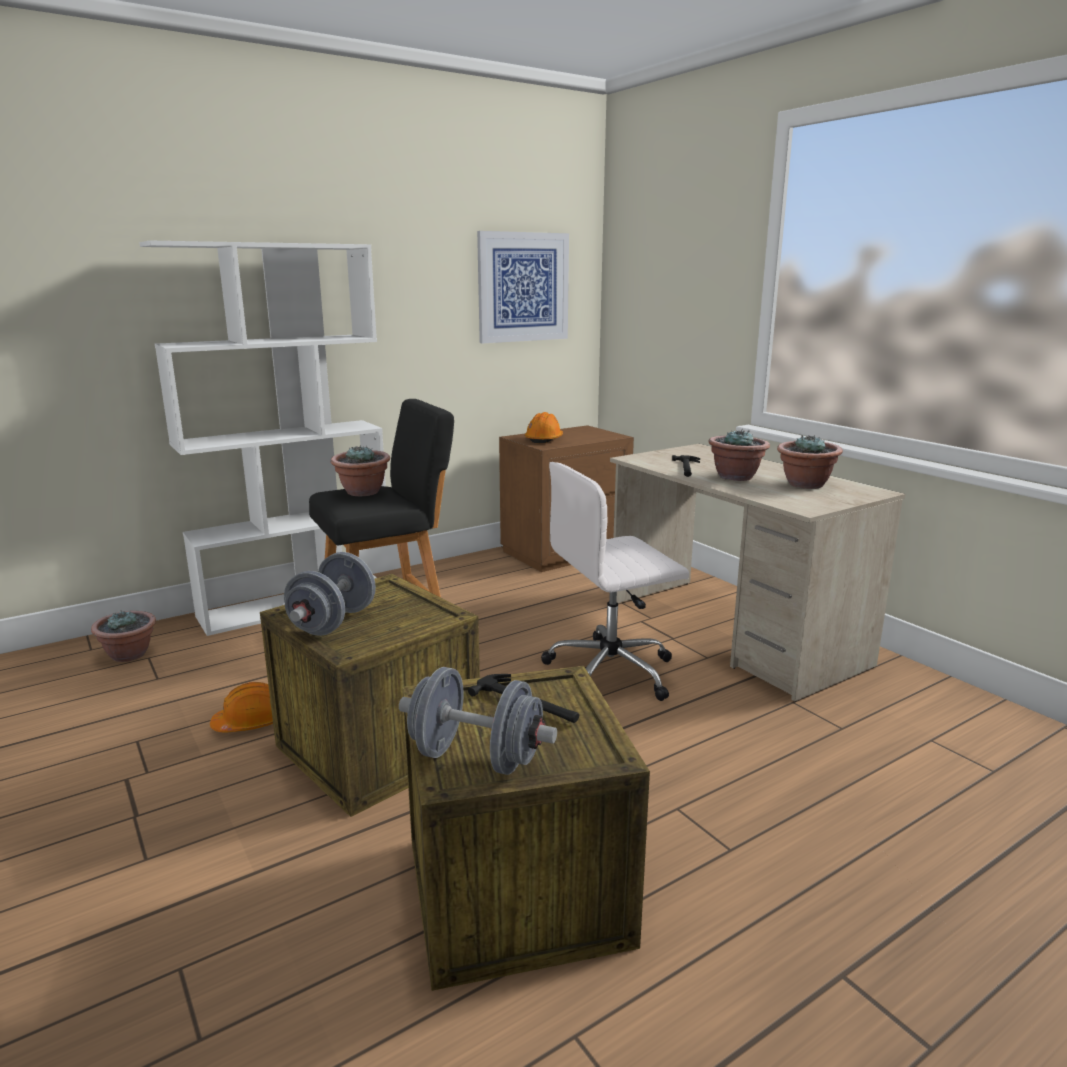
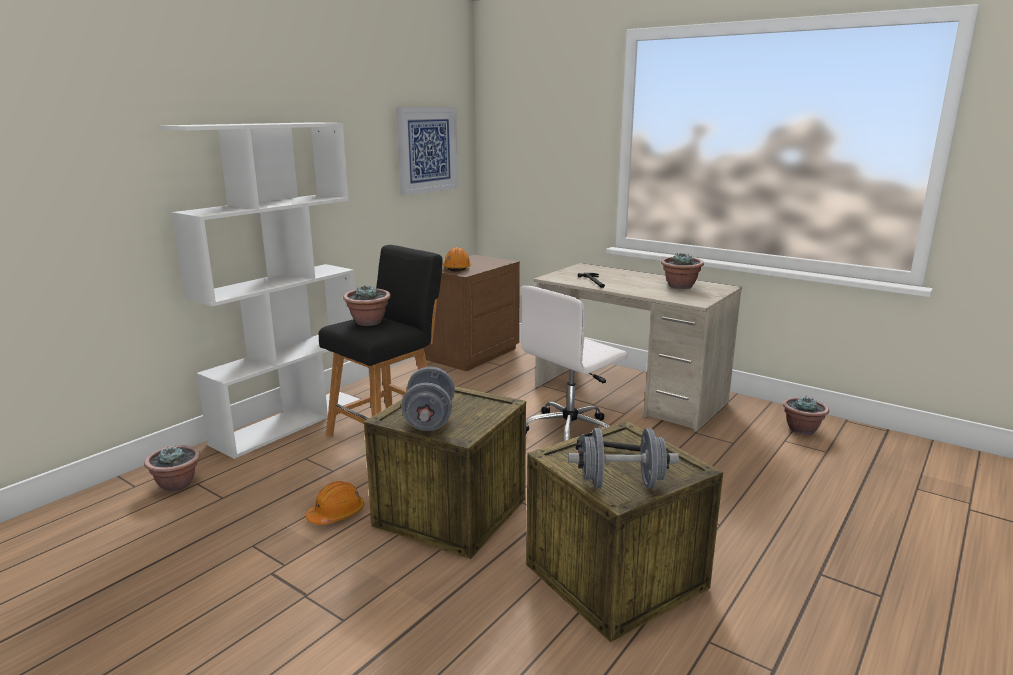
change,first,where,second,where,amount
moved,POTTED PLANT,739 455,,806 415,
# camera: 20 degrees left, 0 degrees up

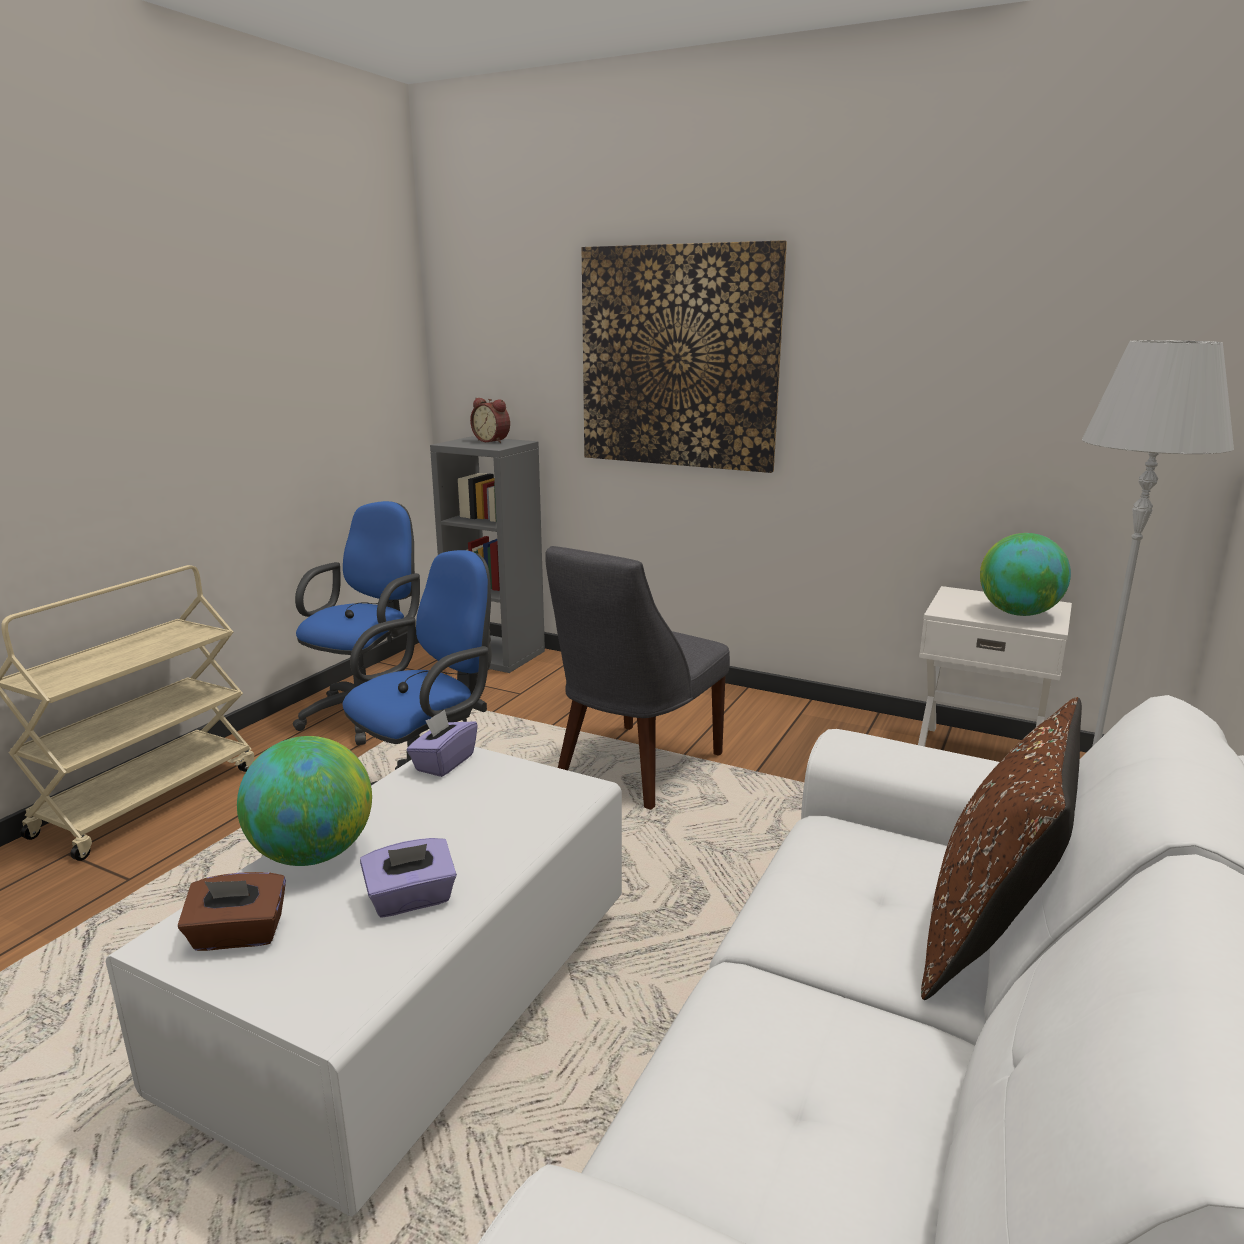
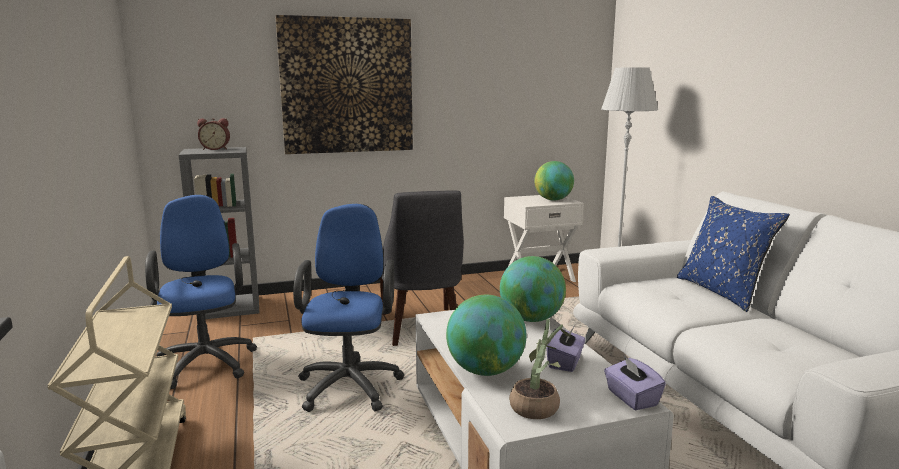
change,first,where,second,where,amount
recoloured,BROWN PILLOW,1001 848,BLUE PILLOW,733 254,
moved,PURPLE TISSUE BOX,442 743,,635 383,
replaced,BROWN TISSUE BOX,232 911,POTTED PLANT,540 369,
added,,,GLOBE,533 289,
# camera: 45 degrees left, 5 degrees down

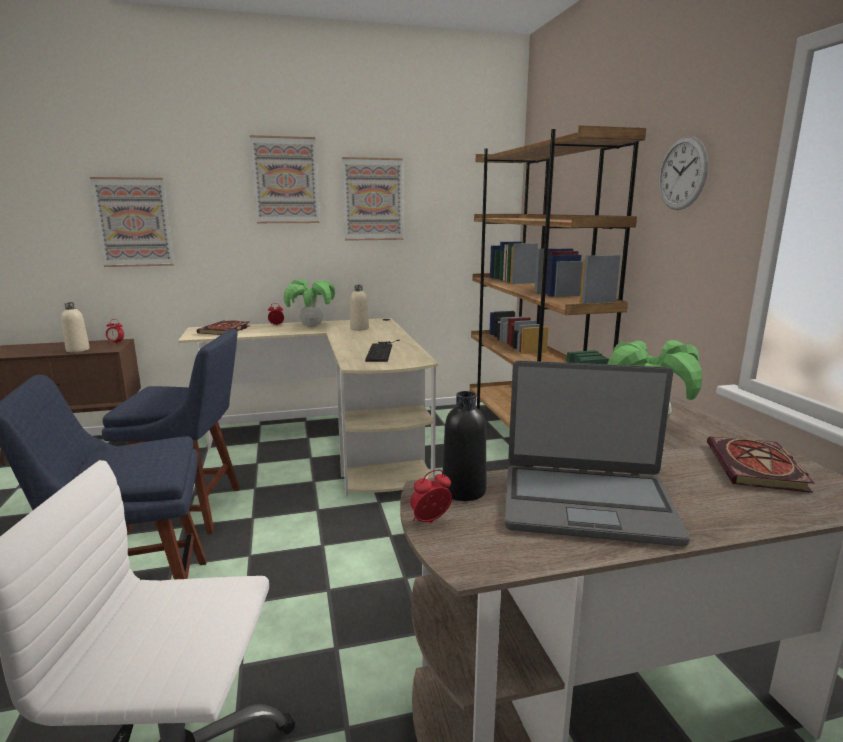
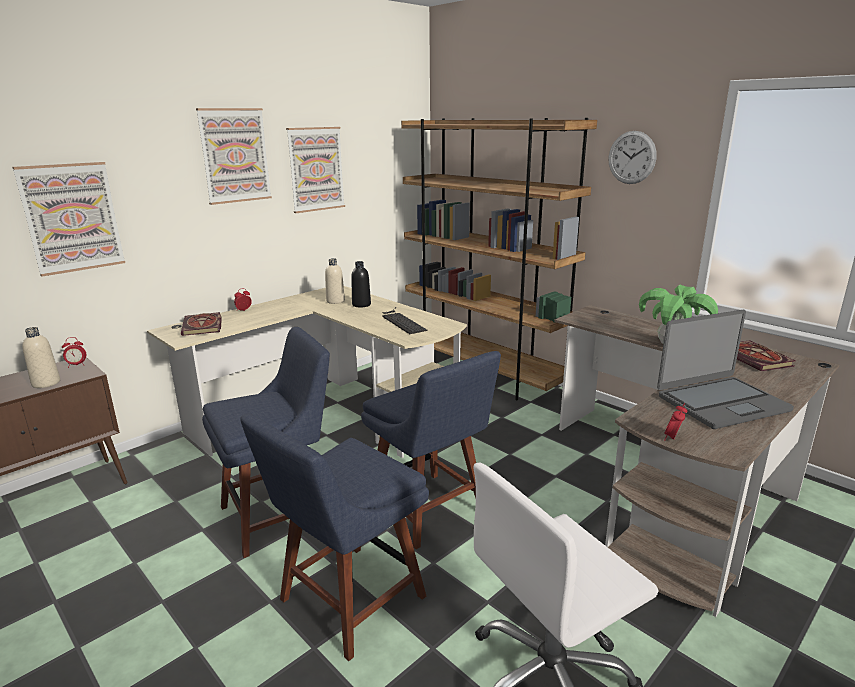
change,first,where,second,where,amount
removed,POTTED PLANT,309 303,,,
moved,BLACK BOTTLE,464 446,,361 284,
added,,,BLUE CHAIR,431 450,
# camera: 30 degrees left, 5 degrees up

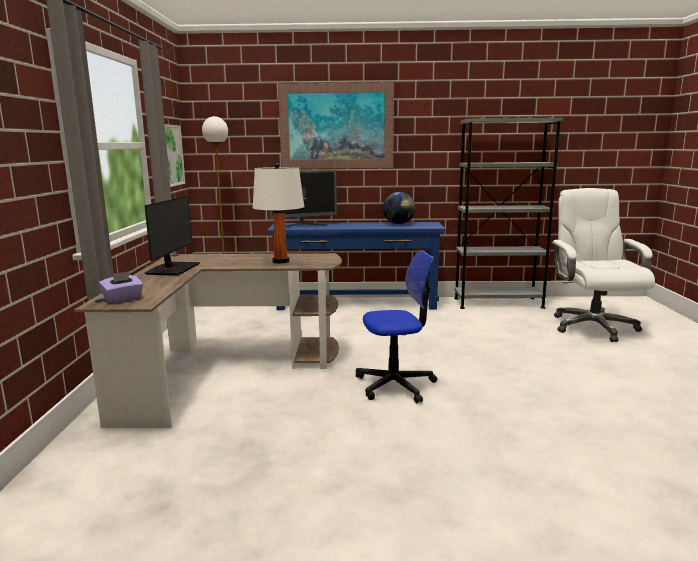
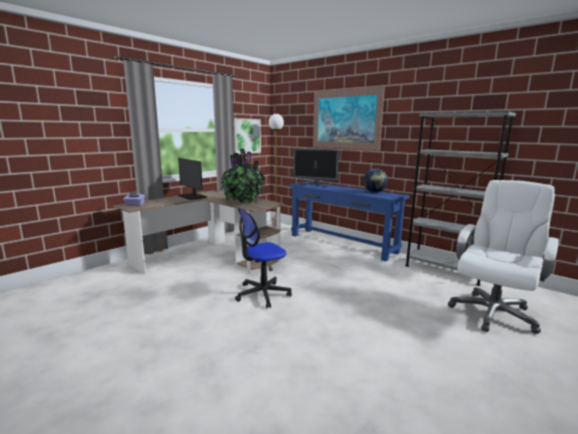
change,first,where,second,where,amount
replaced,WHITE TABLE LAMP,278 213,POTTED PLANT,243 176,
turned,MONITOR,172 235,,192 179,90 degrees clockwise
turned,OFFICE CHAIR,396 326,,263 257,120 degrees clockwise
# camera: 40 degrees right, 0 degrees up

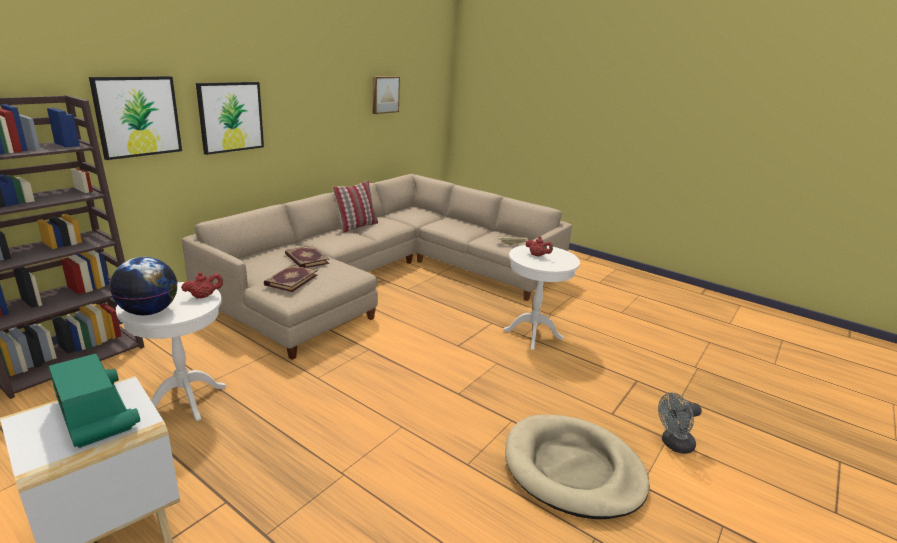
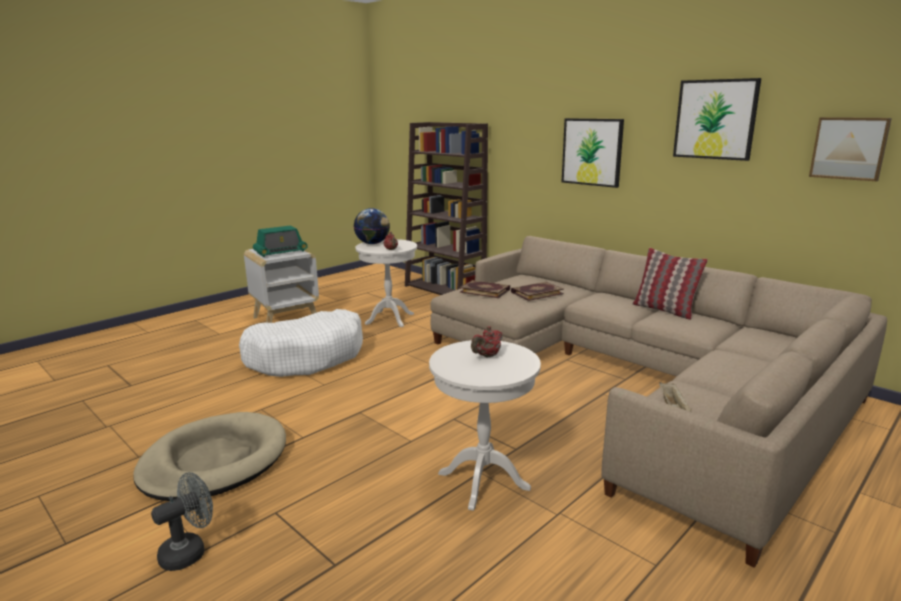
change,first,where,second,where,amount
moved,PICTURE,135 118,,717 119,
turned,GREY FAN,680 423,,182 521,60 degrees clockwise
added,,,WHITE DOG BED,301 343,
# camera: 100 degrees right, 5 degrees down

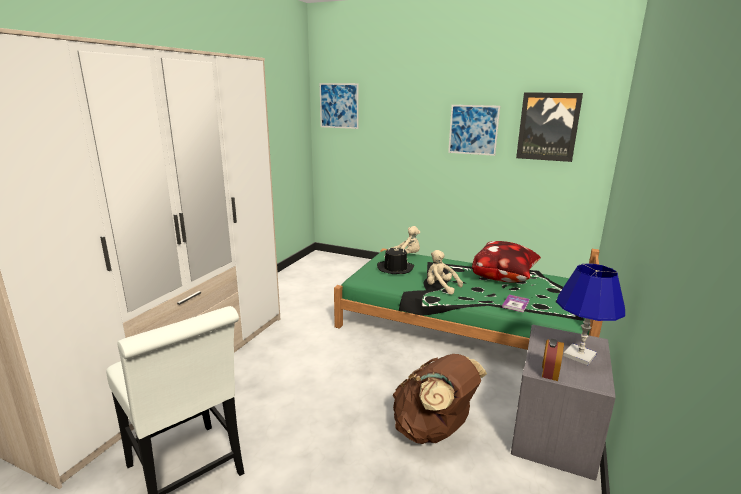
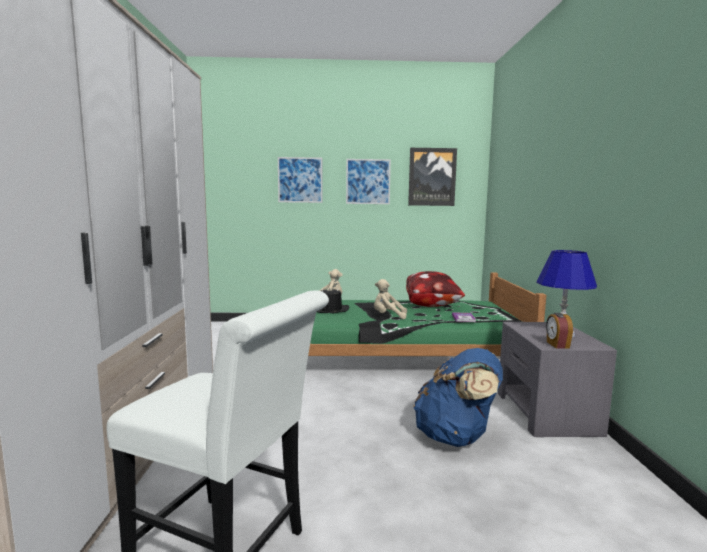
change,first,where,second,where,amount
moved,PICTURE,339 106,,300 180,
recoloured,BROWN BACKPACK,440 399,BLUE BACKPACK,458 397,
# camera: 25 degrees left, 10 degrees down

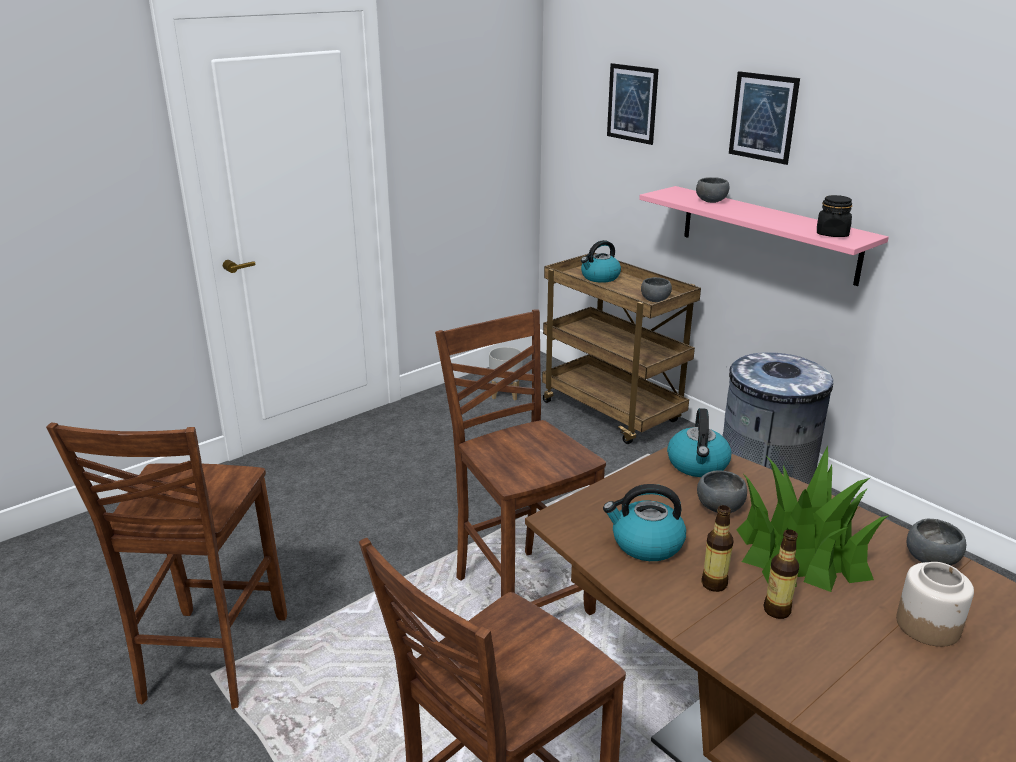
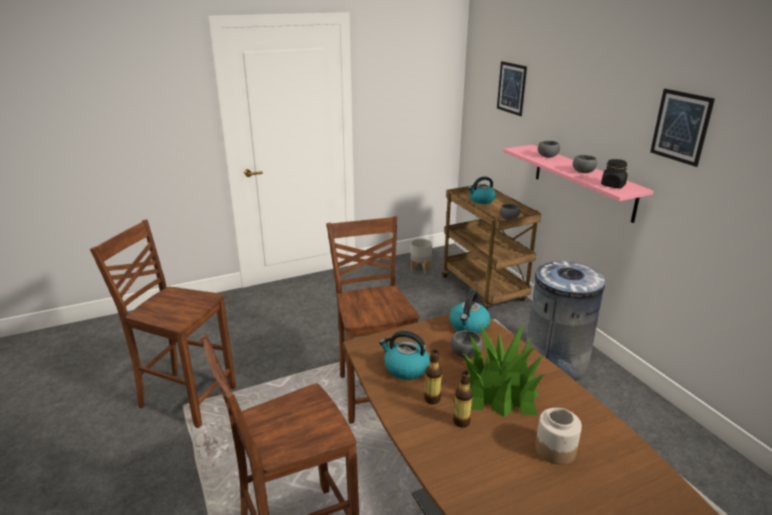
change,first,where,second,where,amount
moved,PICTURE,764 118,,682 128,
turned,BROWN CHAIR,166 566,,163 324,90 degrees clockwise
moved,GREY BOWL,936 542,,585 164,
# camera: 15 degrees right, 0 degrees up

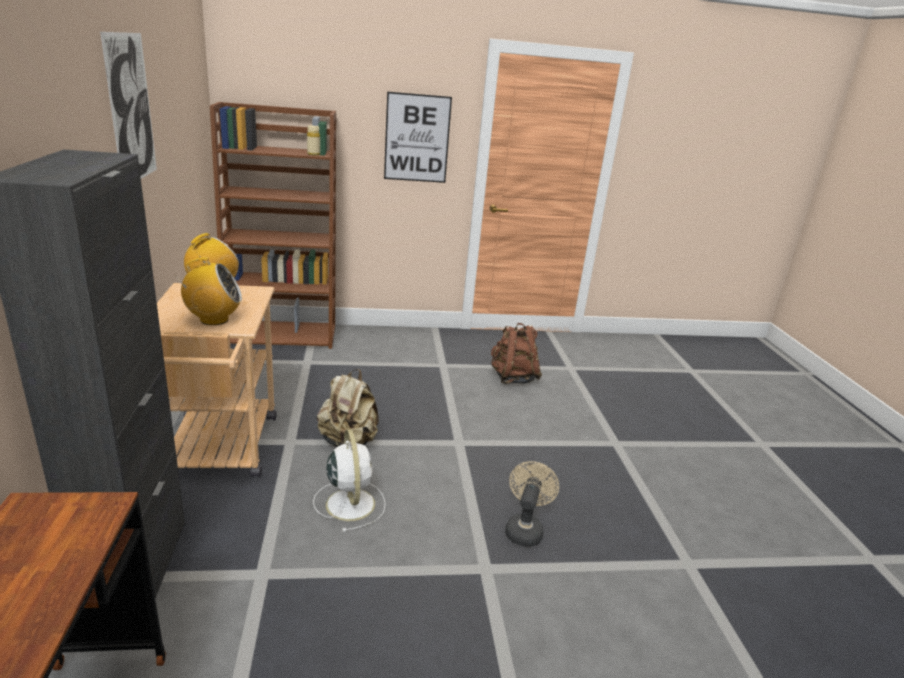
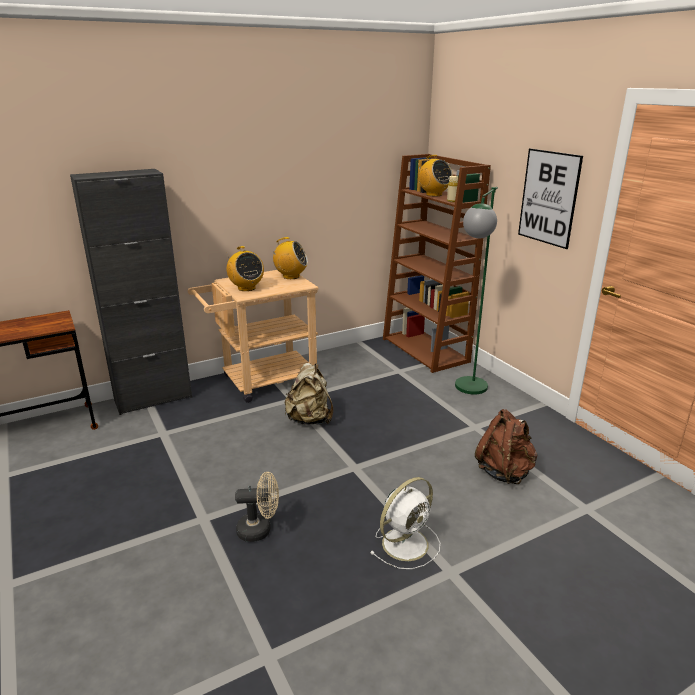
change,first,where,second,where,amount
removed,PICTURE,128 105,,,
moved,WHITE FAN,349 481,,405 523,
added,,,RADIO,435 175,
added,,,GREEN FLOOR LAMP,476 290,
# camera: 70 degrees right, 0 degrees up

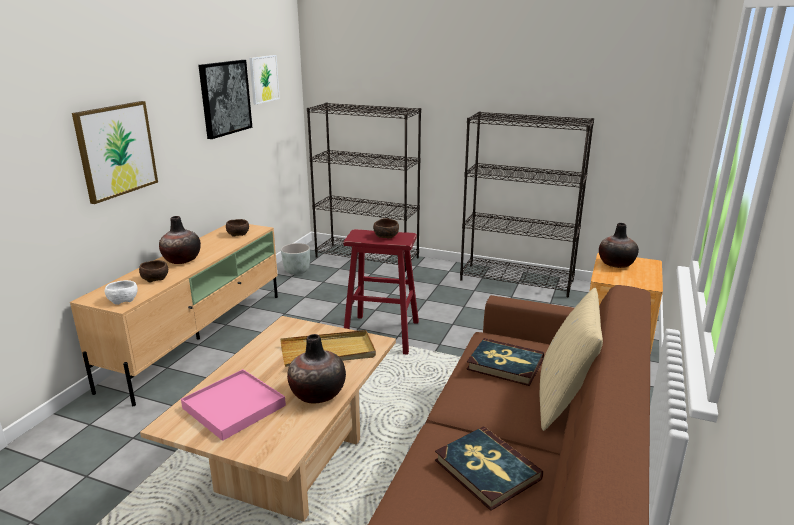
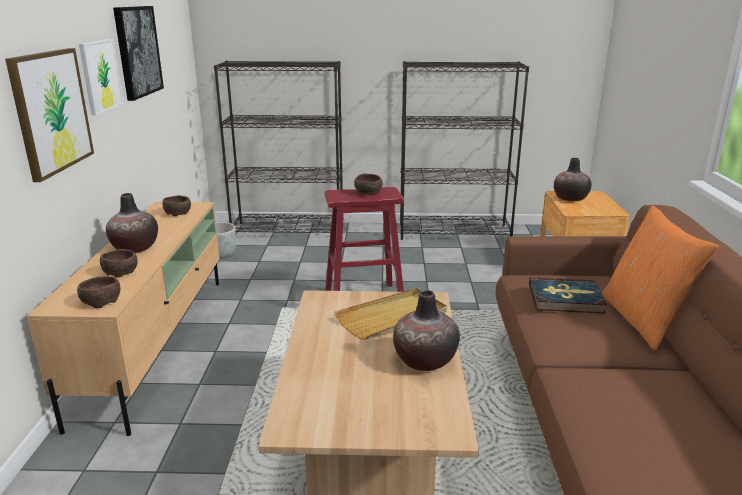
change,first,where,second,where,amount
moved,PICTURE,264 79,,101 77,
recoloured,WHITE BOWL,121 292,BROWN BOWL,98 292,
recoloured,BEIGE PILLOW,571 359,ORANGE PILLOW,660 278,
removed,PINK TRAY,233 405,,,
removed,BOOK,489 468,,,
# camera: 20 degrees left, 0 degrees up

